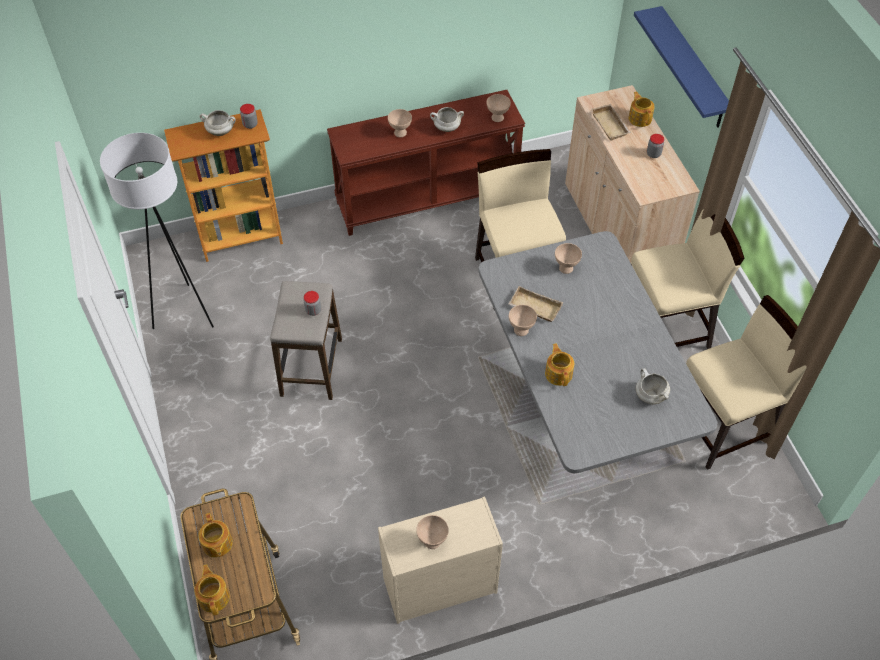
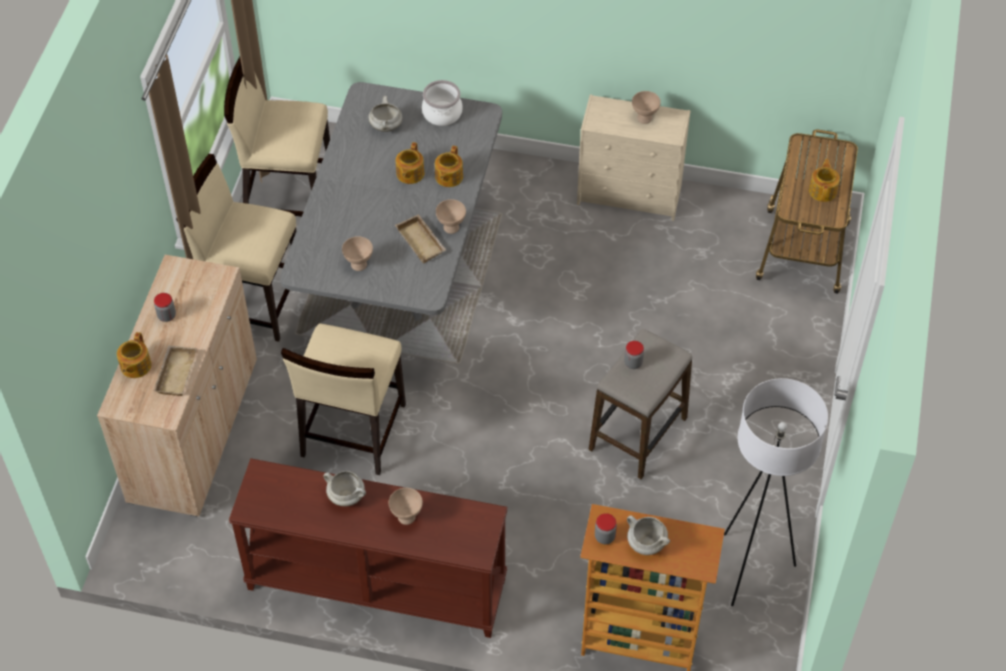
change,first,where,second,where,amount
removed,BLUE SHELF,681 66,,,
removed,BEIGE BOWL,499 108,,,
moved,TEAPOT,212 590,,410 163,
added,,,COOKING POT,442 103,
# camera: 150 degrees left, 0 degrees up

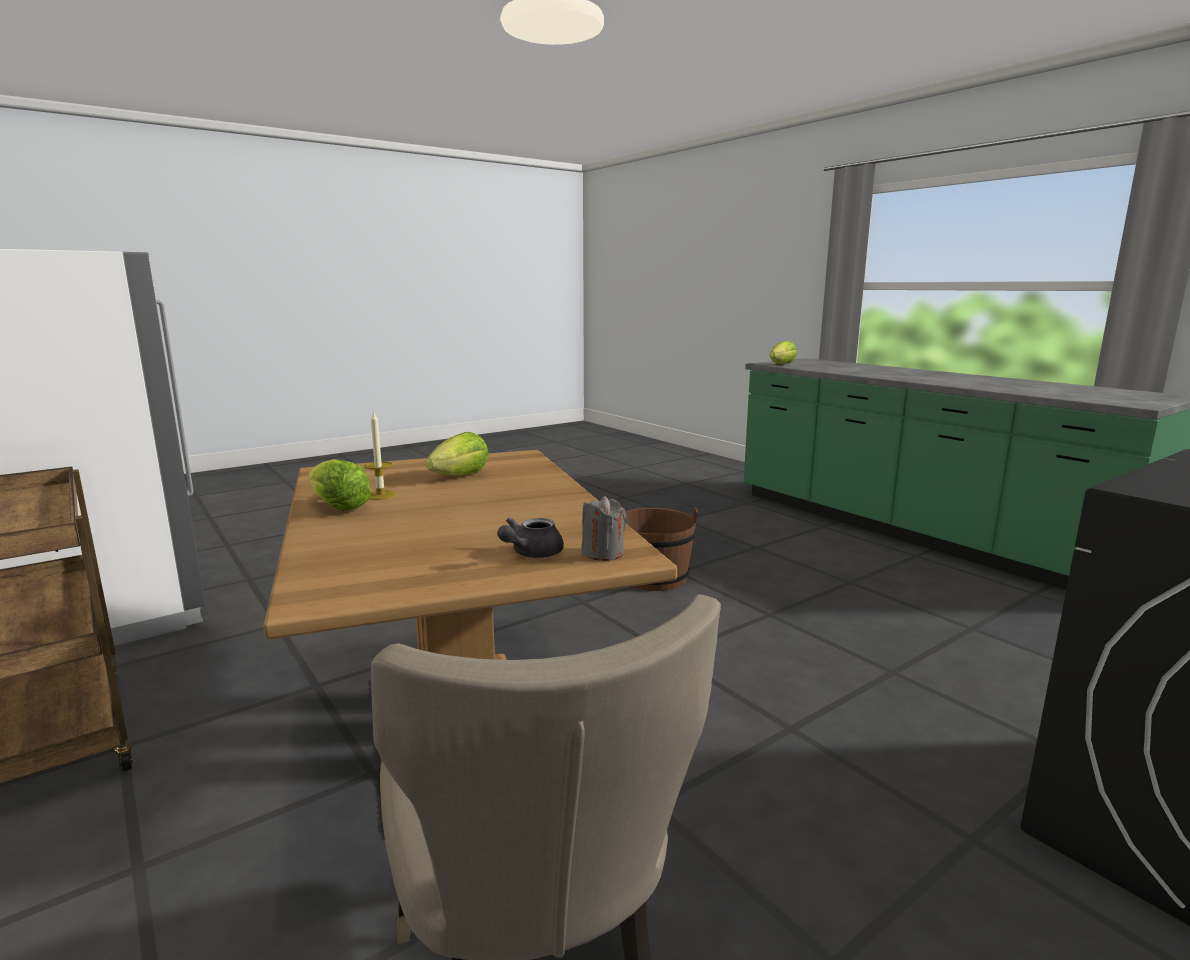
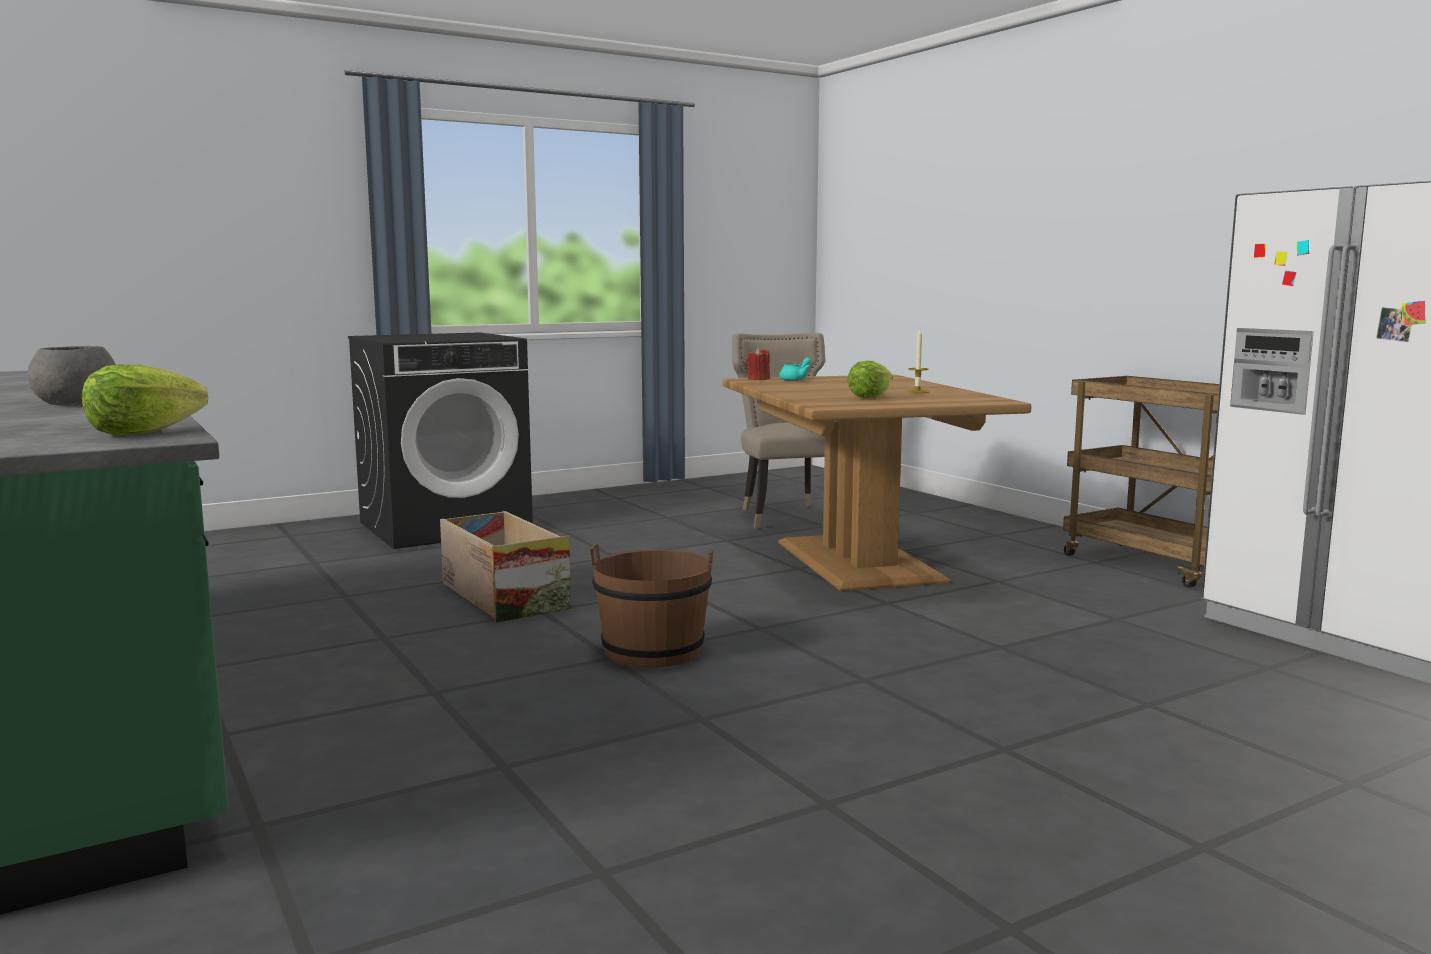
change,first,where,second,where,amount
removed,LETTUCE,339 485,,,
recoloured,GREY CANDLE,604 528,RED CANDLE,758 364,
recoloured,GREY TEAPOT,530 537,TURQUOISE TEAPOT,795 369,
added,,,GREY BOWL,72 376,
added,,,CRATE,505 567,
# camera: 175 degrees left, 5 degrees down

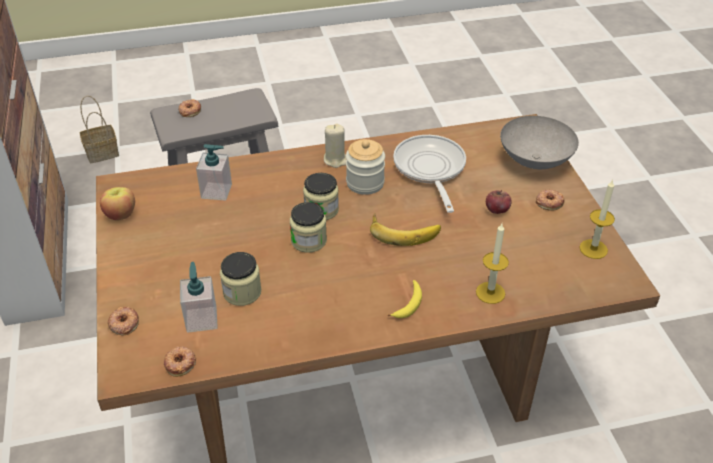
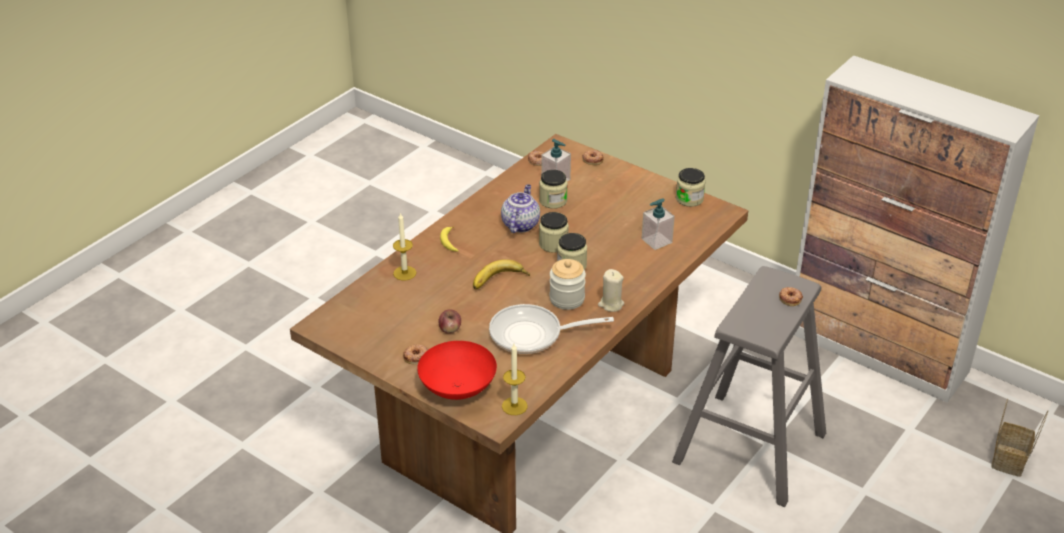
change,first,where,second,where,amount
recoloured,GREY BOWL,539 142,RED BOWL,457 370,
turned,FRYING PAN,429 174,,551 329,135 degrees clockwise
moved,CANDLE,597 219,,515 379,
replaced,APPLE,117 203,JAR,690 187,
added,,,TEAPOT,520 208,
# camera: 140 degrees right, 5 degrees down

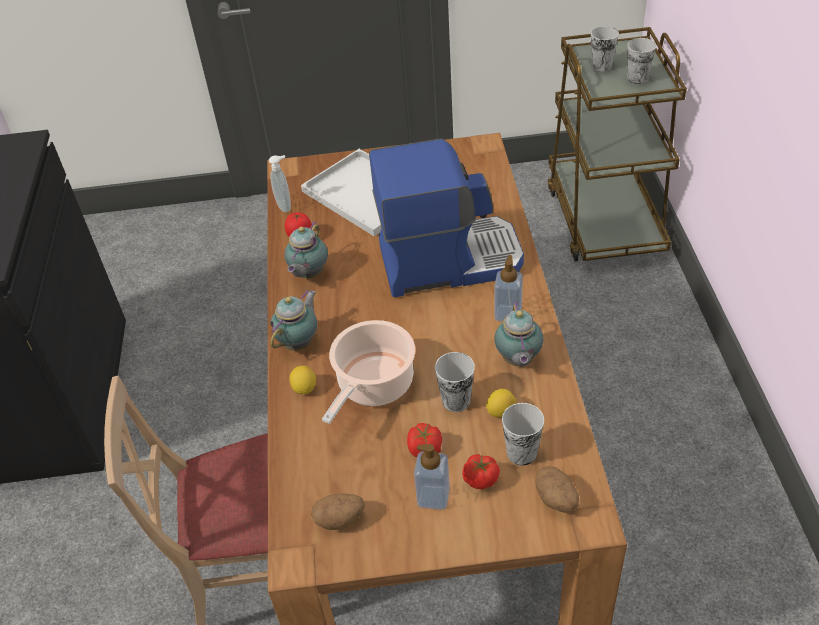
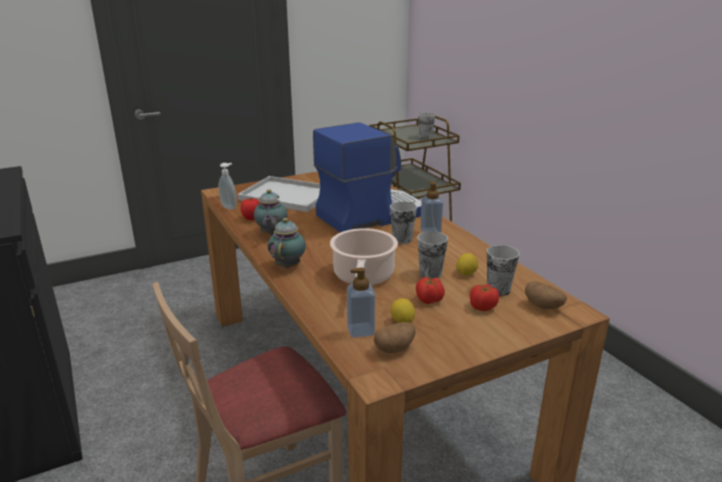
change,first,where,second,where,amount
moved,CUP,605 48,,403 222,
removed,TEAPOT,519 334,,,
moved,LEMON,302 380,,402 310,
moved,SOAP DISPENSER,432 477,,361 303,
# camera: 25 degrees left, 20 degrees down

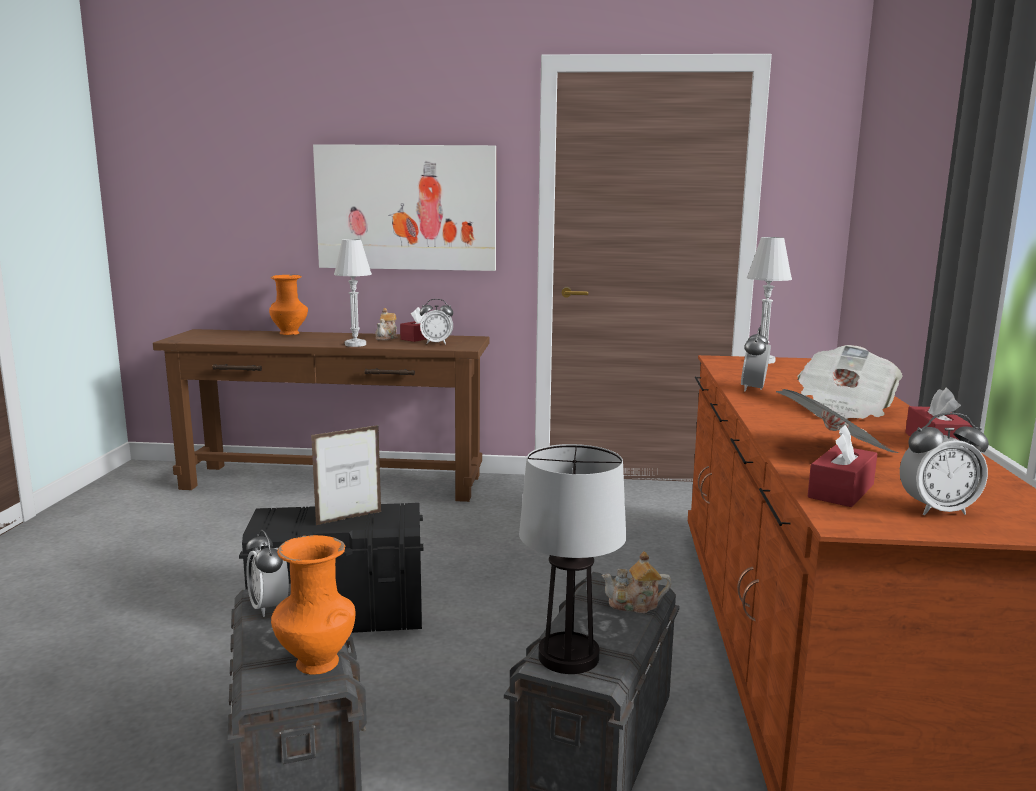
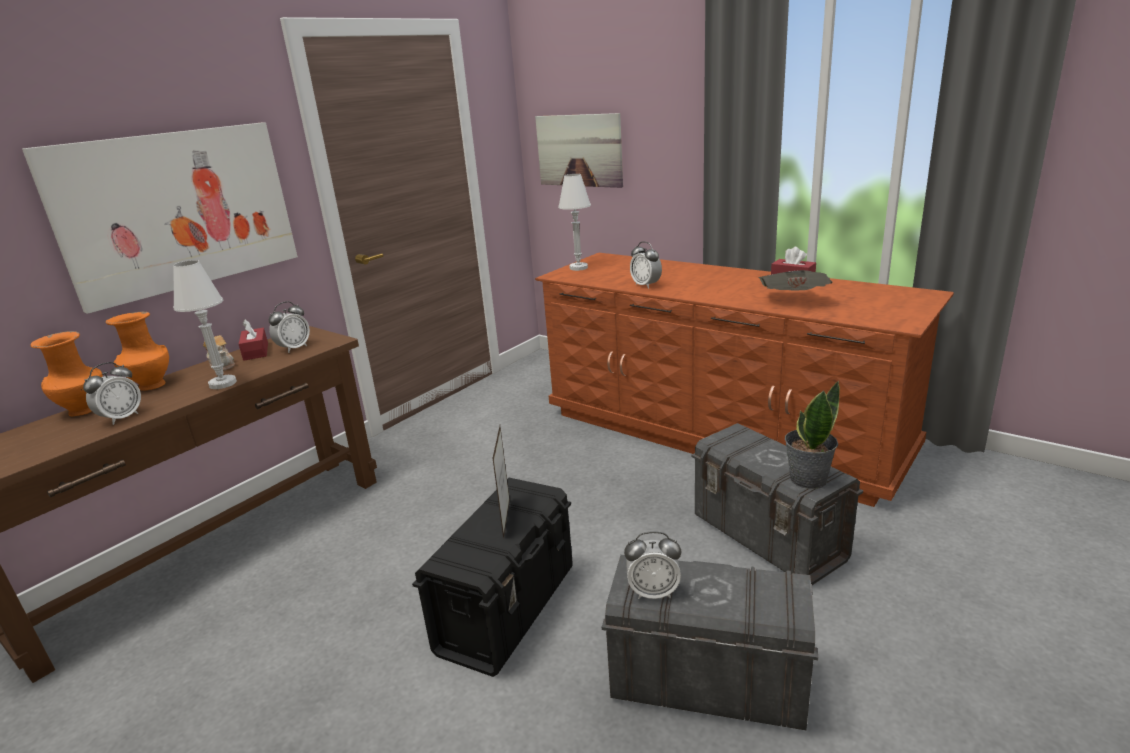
change,first,where,second,where,amount
removed,NEWSPAPER,849 382,,,
moved,ALARM CLOCK,944 464,,112 393,
removed,RED TISSUE BOX,842 466,,,
replaced,TABLE LAMP,572 559,POTTED PLANT,812 434,
moved,ORANGE VASE,313 605,,137 351,
removed,TEAPOT,636 582,,,
added,,,PICTURE,579 150,
# camera: 55 degrees left, 10 degrees up

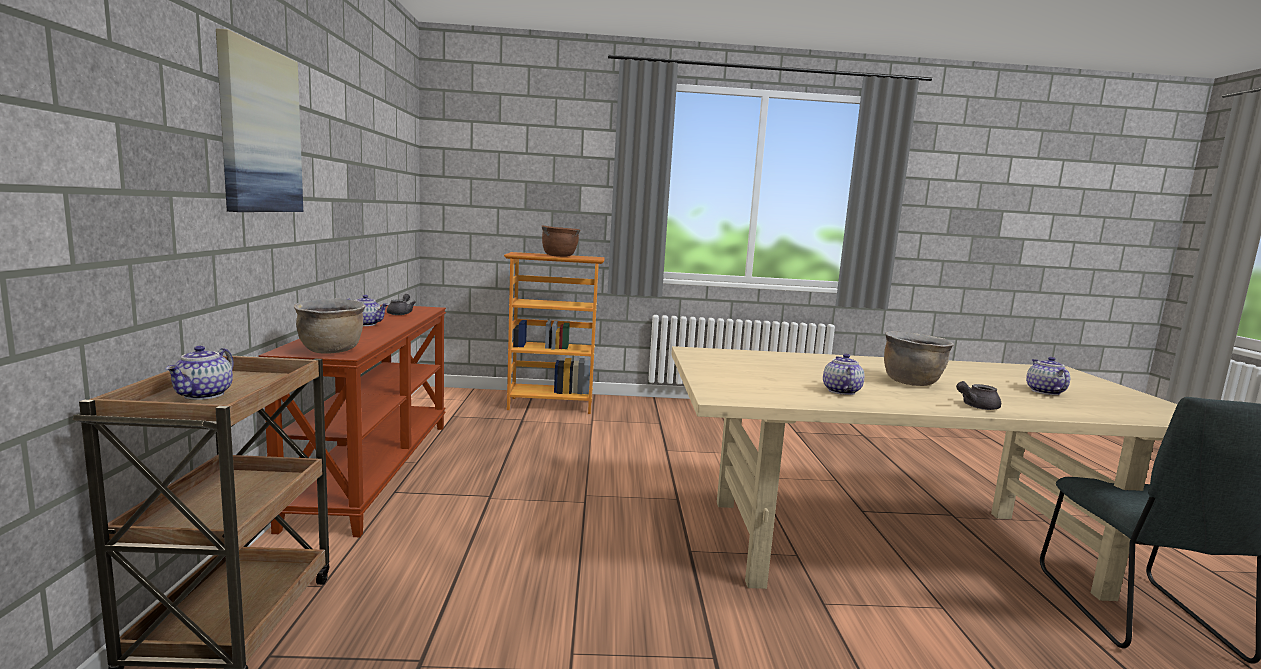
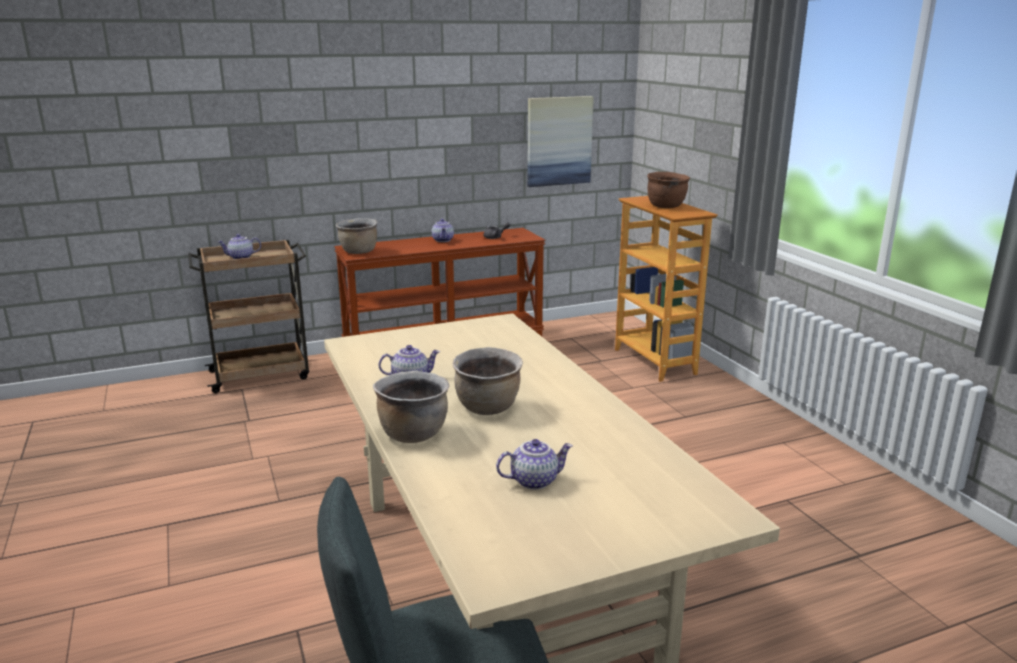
change,first,where,second,where,amount
moved,PICTURE,259 120,,560 141,
replaced,GREY TEAPOT,978 395,BROWN COOKING POT,411 407,
# camera: 70 degrees right, 10 degrees up

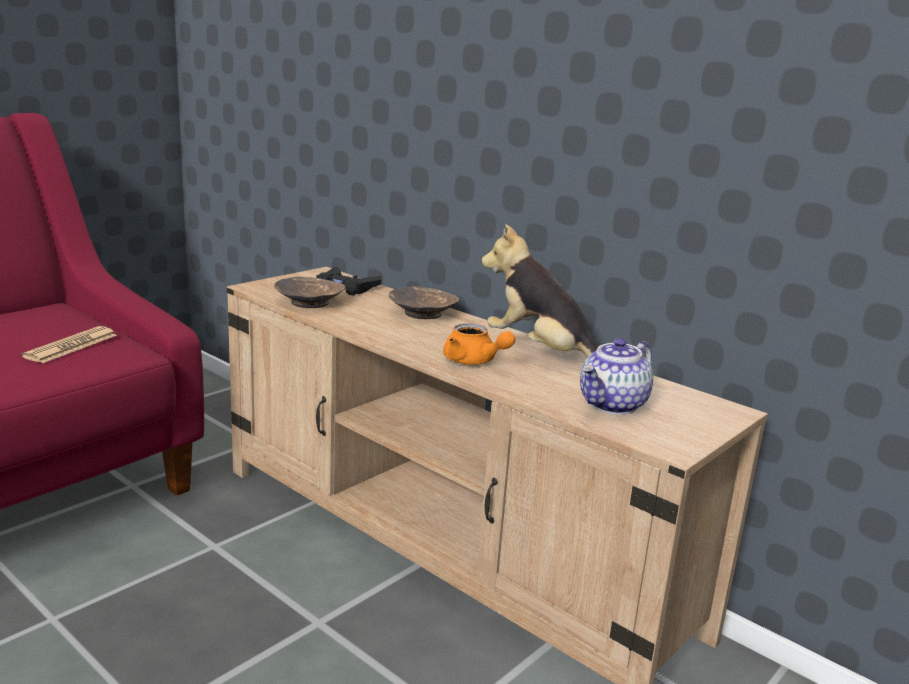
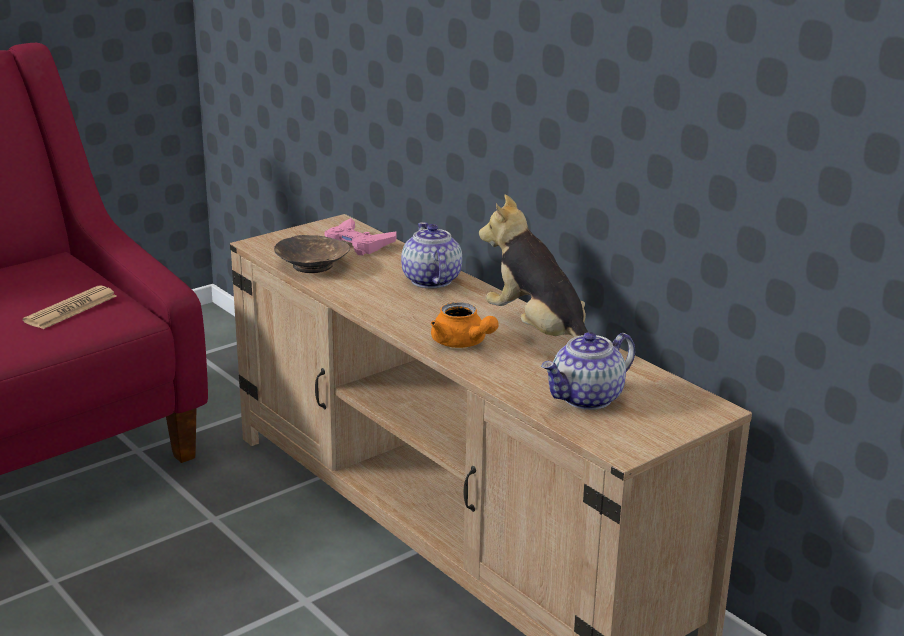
change,first,where,second,where,amount
recoloured,BLACK GAME CONTROLLER,348 281,PINK GAME CONTROLLER,360 236,
replaced,BROWN BOWL,424 302,TEAPOT,431 255,
# camera: 10 degrees right, 5 degrees up

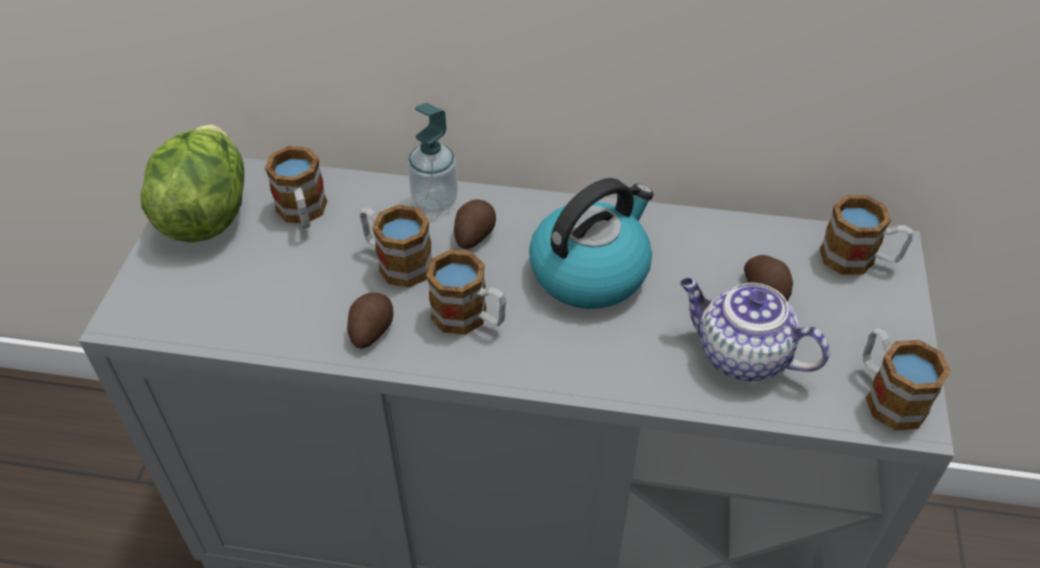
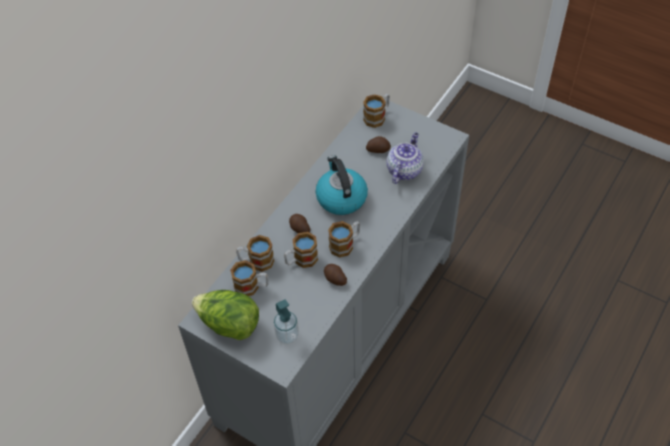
change,first,where,second,where,amount
moved,SOAP DISPENSER,433 158,,286 321,
turned,TEAPOT,755 329,,405 158,150 degrees clockwise
moved,MUG,907 379,,255 253,
# camera: 65 degrees left, 5 degrees up

